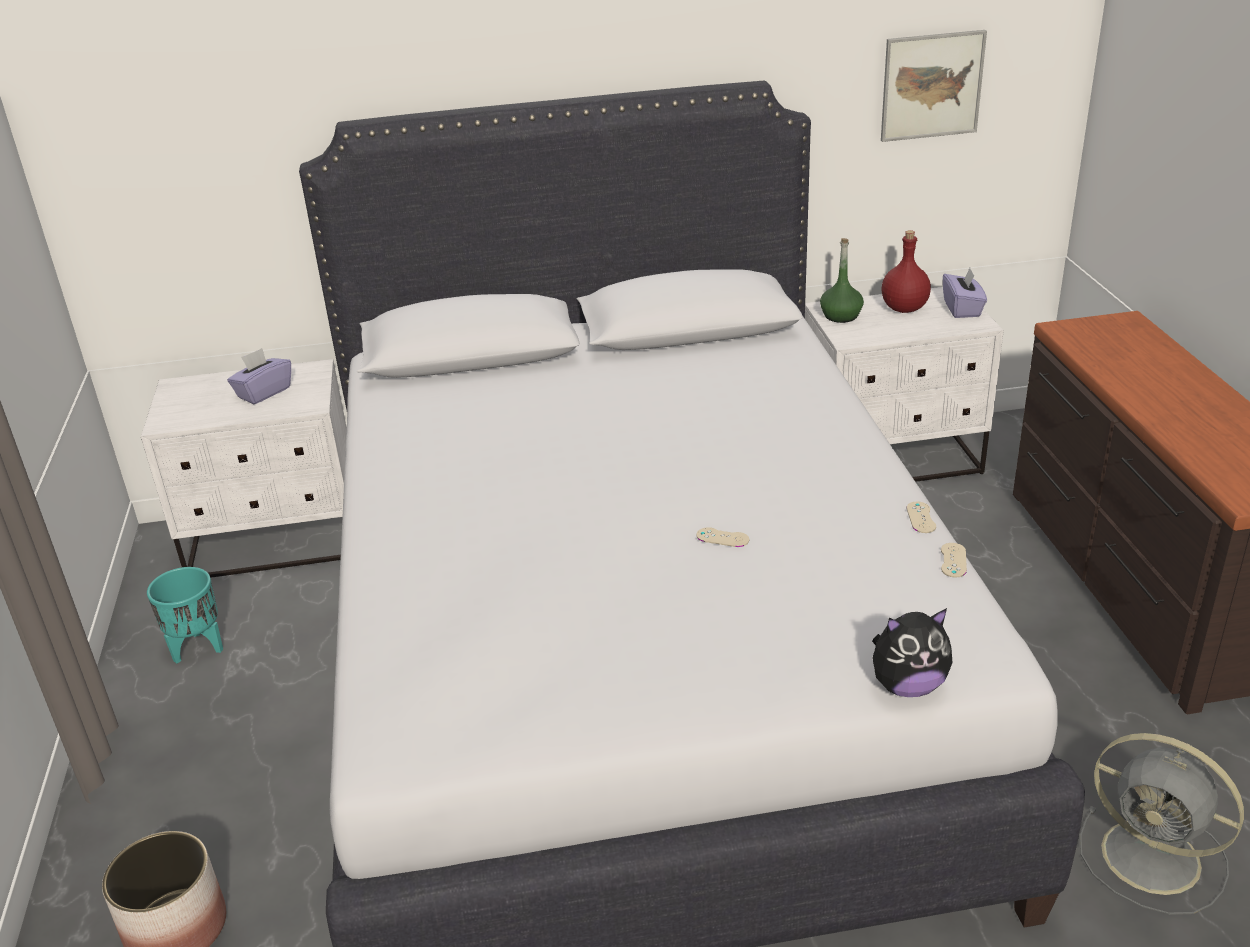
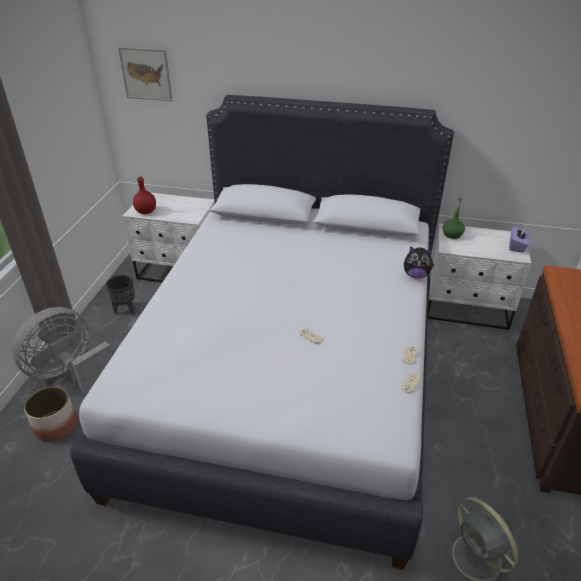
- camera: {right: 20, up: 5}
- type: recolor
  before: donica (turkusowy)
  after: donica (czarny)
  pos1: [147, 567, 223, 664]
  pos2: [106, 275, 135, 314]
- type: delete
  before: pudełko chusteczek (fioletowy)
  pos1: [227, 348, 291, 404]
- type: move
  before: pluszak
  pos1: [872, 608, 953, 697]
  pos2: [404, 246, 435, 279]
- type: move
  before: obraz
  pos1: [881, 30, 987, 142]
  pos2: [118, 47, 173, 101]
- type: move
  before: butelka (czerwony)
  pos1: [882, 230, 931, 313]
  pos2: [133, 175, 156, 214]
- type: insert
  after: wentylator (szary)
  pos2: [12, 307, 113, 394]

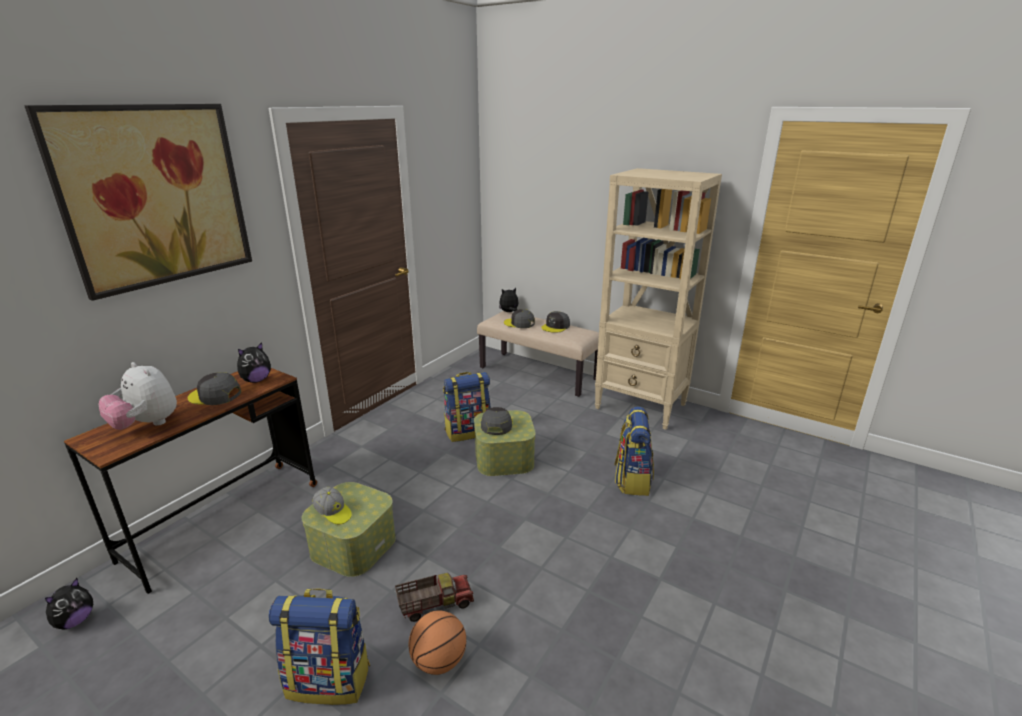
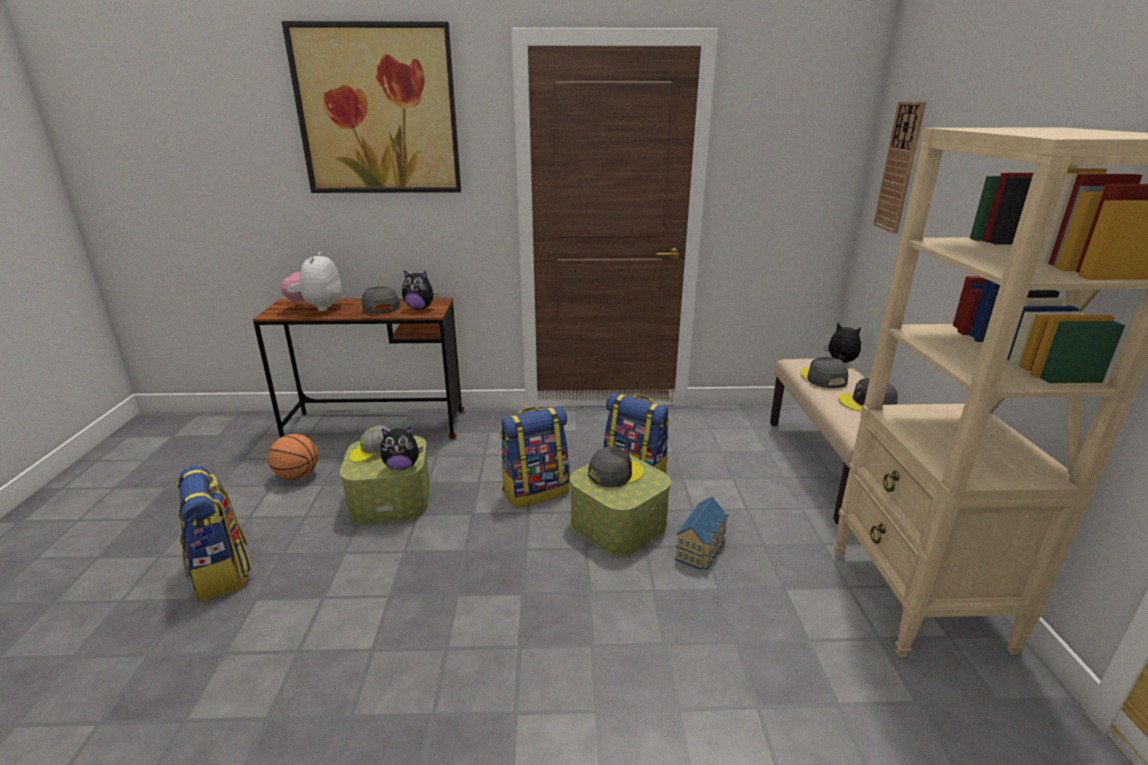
- camera: {right: 55, up: 0}
- type: move
  before: pluszak
  pos1: [45, 578, 93, 630]
  pos2: [380, 426, 423, 470]
- type: rotate
  before: czapka z daszkiem
  pos1: [313, 487, 352, 524]
  pos2: [350, 426, 391, 462]
  turn: 45
- type: delete
  before: ciężarówka zabawkowa
  pos1: [395, 573, 474, 622]
- type: move
  before: piłka do koszykówki
  pos1: [409, 610, 466, 675]
  pos2: [268, 434, 318, 480]
- type: move
  before: plecak
  pos1: [614, 406, 654, 496]
  pos2: [500, 406, 570, 508]
- type: insert
  after: domek
  pos2: [674, 496, 729, 570]
- type: insert
  after: zegar ścienny
  pos2: [873, 101, 926, 234]

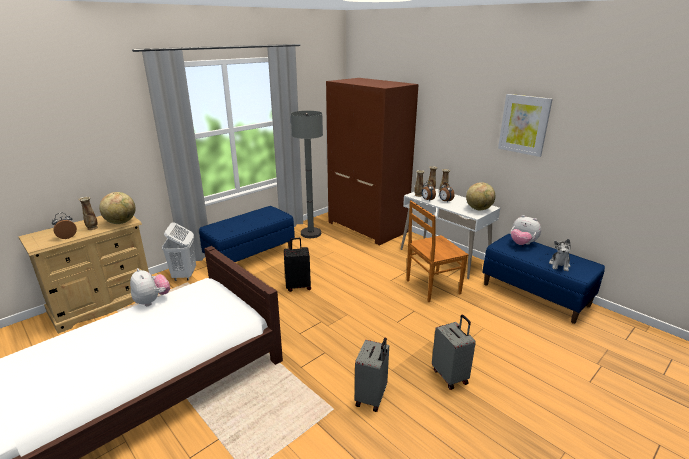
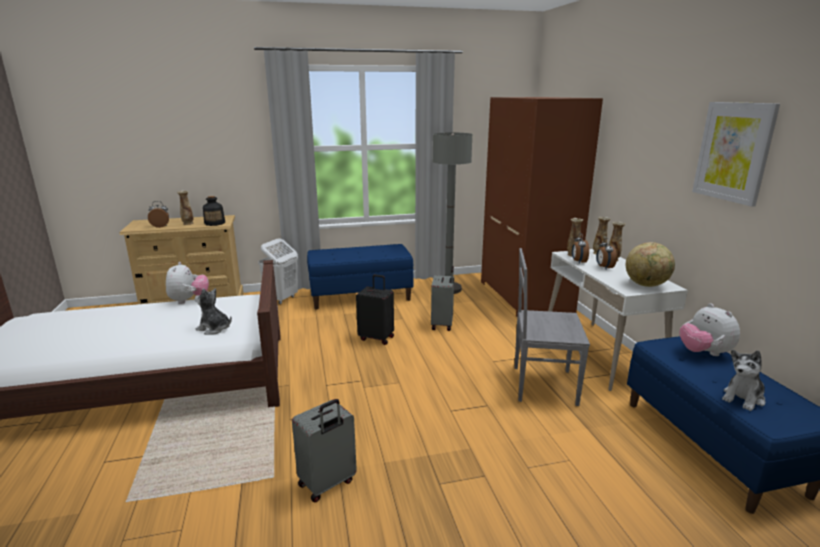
- camera: {right: 30, up: -5}
- type: replace
  before: globus
  after: butelka
  pos1: [99, 192, 136, 224]
  pos2: [203, 196, 225, 226]
- type: recolor
  before: krzesło (brązowy)
  after: krzesło (szary)
  pos1: [407, 200, 468, 302]
  pos2: [514, 248, 590, 406]
- type: move
  before: walizka (szary)
  pos1: [432, 315, 476, 390]
  pos2: [431, 266, 454, 331]
- type: insert
  after: pluszak
  pos2: [195, 288, 232, 335]

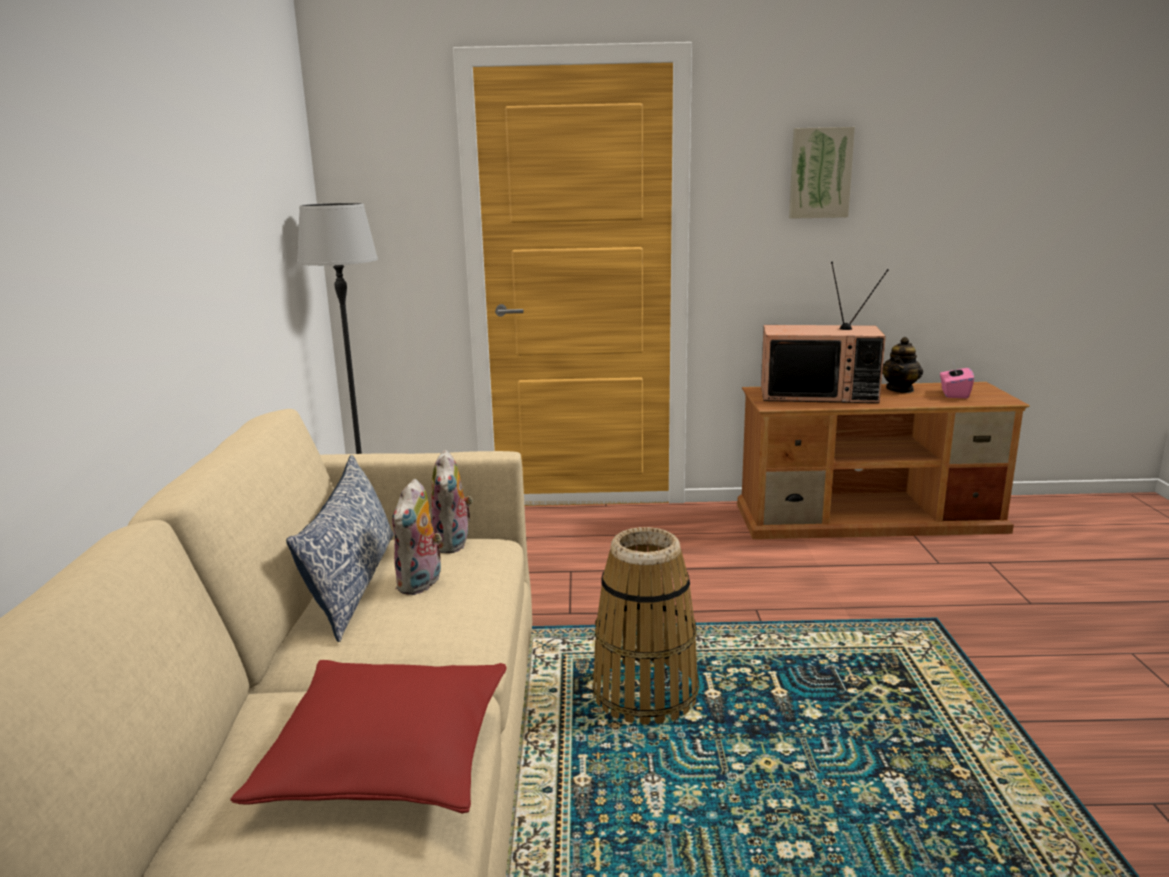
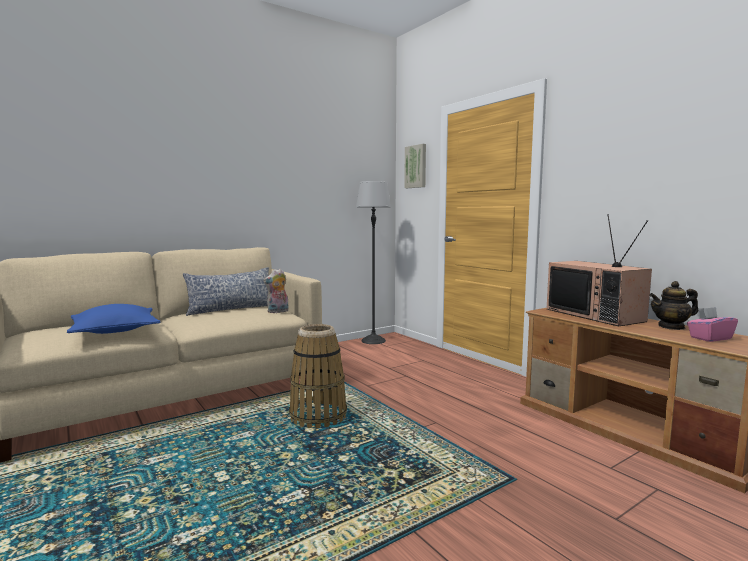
- camera: {right: 55, up: -10}
- type: recolor
  before: poduszka (czerwony)
  after: poduszka (niebieski)
  pos1: [230, 660, 507, 814]
  pos2: [67, 304, 161, 334]
- type: delete
  before: pluszak
  pos1: [392, 479, 442, 595]
- type: move
  before: obraz
  pos1: [789, 127, 855, 219]
  pos2: [404, 144, 426, 188]

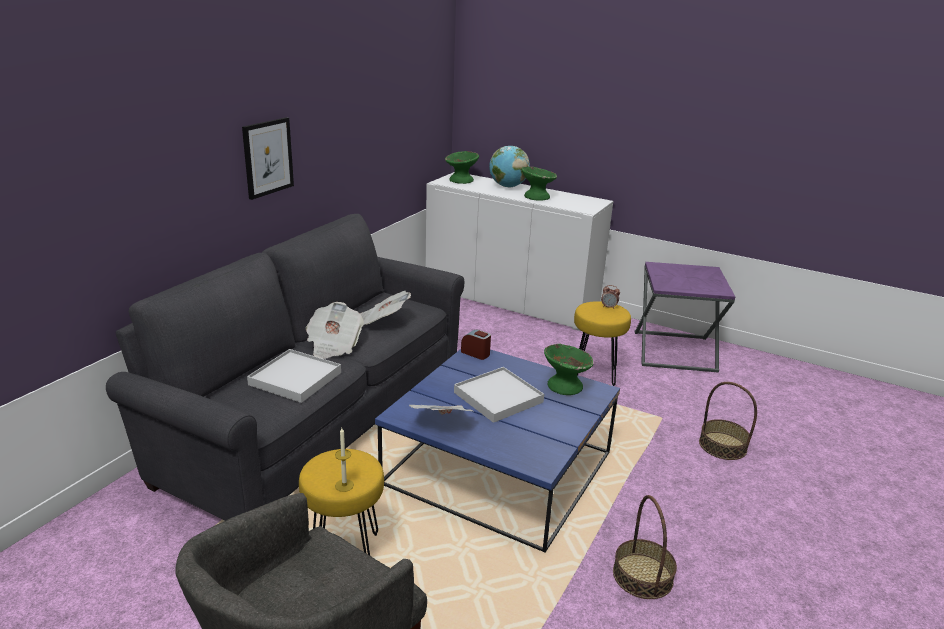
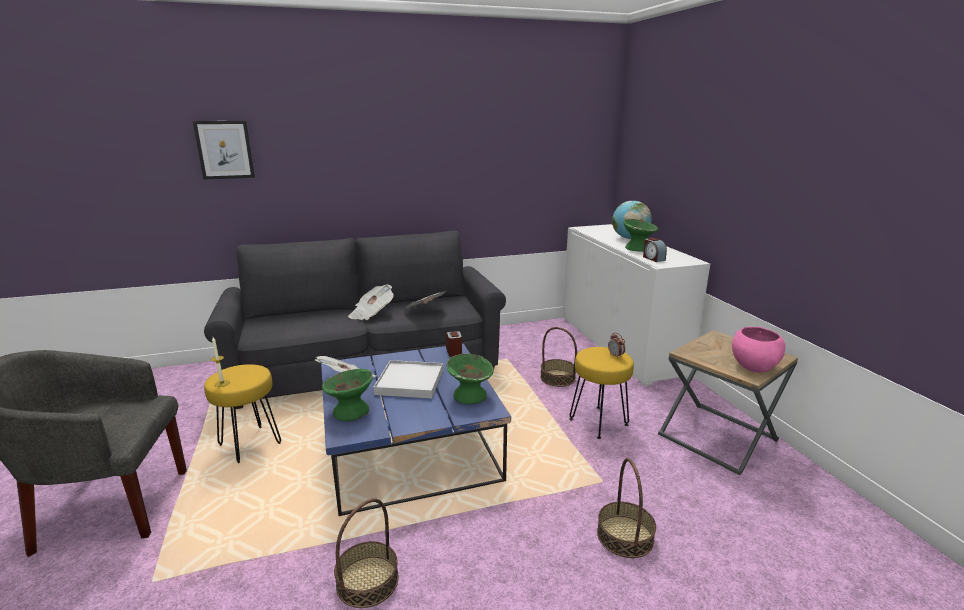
- camera: {right: 45, up: -5}
- type: move
  before: obraz
  pos1: [242, 117, 294, 200]
  pos2: [193, 121, 255, 180]
- type: delete
  before: taca (biały)
  pos1: [247, 349, 341, 403]
- type: move
  before: miska (zielony)
  pos1: [445, 151, 479, 184]
  pos2: [322, 369, 373, 421]
- type: recolor
  before: stolik (fioletowy)
  after: stolik (brązowy)
  pos1: [635, 262, 735, 372]
  pos2: [658, 330, 798, 475]
- type: insert
  after: koszyk
  pos2: [540, 327, 577, 387]
- type: insert
  after: budzik
  pos2: [643, 238, 667, 262]
- type: insert
  after: miska (różowy)
  pos2: [732, 326, 785, 373]

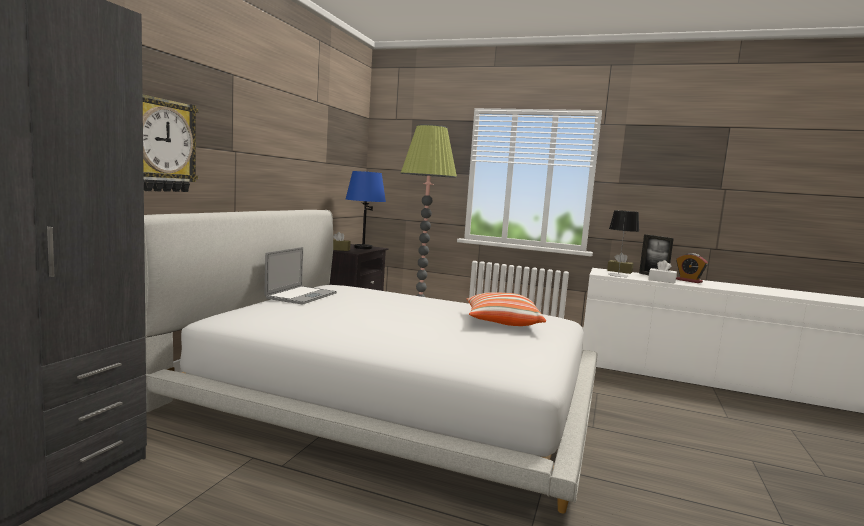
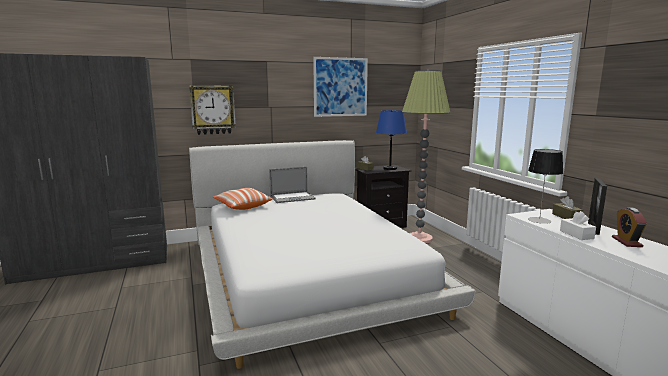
- camera: {right: 50, up: 5}
- type: move
  before: poduszka
  pos1: [466, 292, 546, 326]
  pos2: [213, 188, 273, 210]
- type: insert
  after: obraz
  pos2: [313, 57, 368, 117]

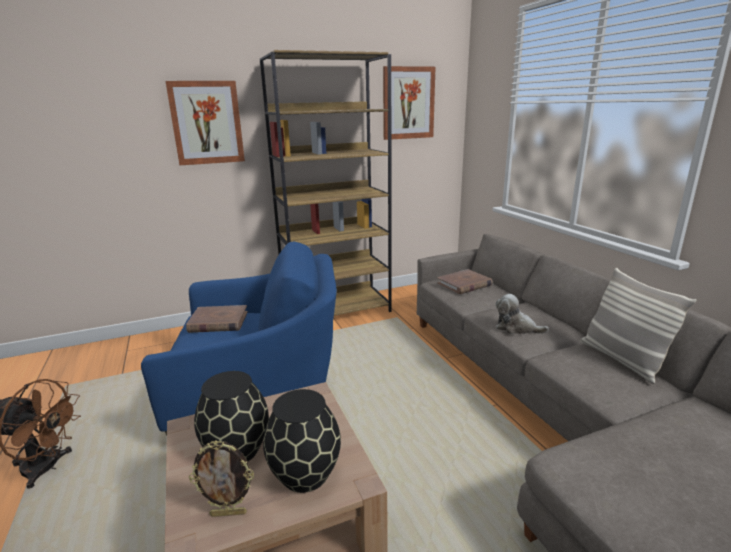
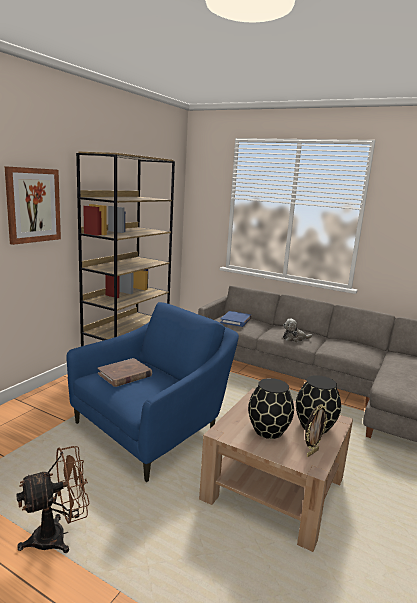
- camera: {right: -40, up: -5}
- type: delete
  before: obraz
  pos1: [383, 66, 436, 140]
- type: recolor
  before: książka (brązowy)
  after: książka (niebieski)
  pos1: [437, 269, 493, 294]
  pos2: [220, 311, 252, 327]
- type: delete
  before: poduszka
  pos1: [580, 268, 696, 384]

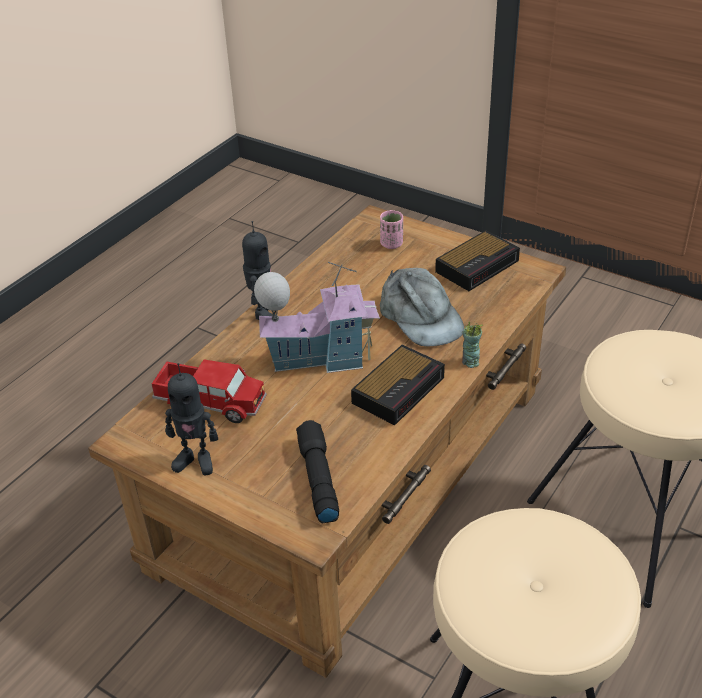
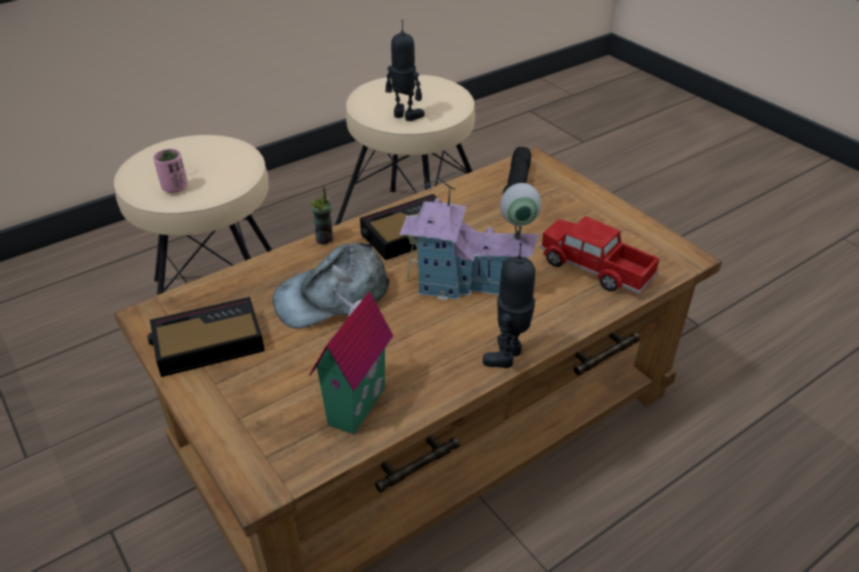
- camera: {right: -160, up: 0}
- type: move
  before: robot zabawkowy
  pos1: [165, 363, 218, 476]
  pos2: [386, 20, 425, 121]
- type: move
  before: filiżanka (różowy)
  pos1: [380, 210, 403, 249]
  pos2: [153, 149, 188, 193]
- type: rotate
  before: czapka z daszkiem (szary)
  pos1: [380, 268, 464, 347]
  pos2: [273, 243, 389, 329]
  turn: -105
- type: insert
  after: domek
  pos2: [309, 263, 393, 435]

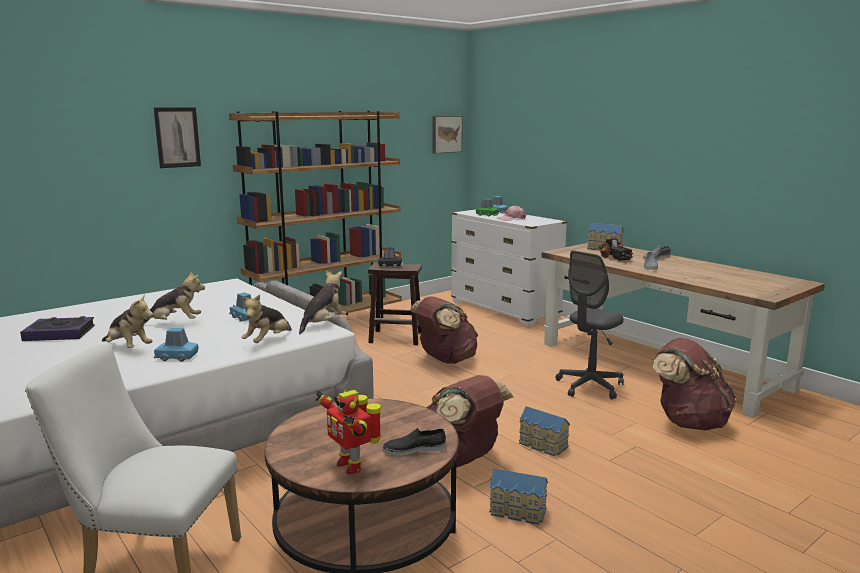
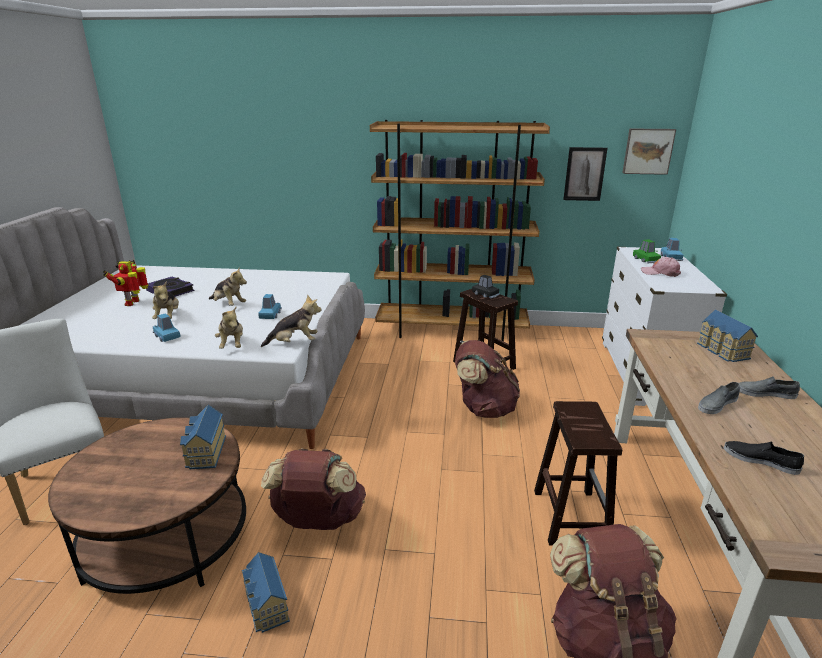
- camera: {right: 45, up: 10}
- type: move
  before: obraz
  pos1: [153, 107, 201, 168]
  pos2: [563, 147, 608, 201]
- type: rotate
  before: pluszak
  pos1: [242, 294, 292, 343]
  pos2: [215, 307, 243, 349]
  turn: -90
- type: move
  before: robot zabawkowy
  pos1: [316, 390, 381, 474]
  pos2: [103, 260, 148, 306]
- type: move
  before: but (czarny)
  pos1: [383, 428, 446, 456]
  pos2: [724, 441, 804, 475]
- type: move
  before: domek
  pos1: [519, 406, 570, 456]
  pos2: [180, 405, 226, 469]
- type: replace
  before: krzesło biurowe (szary)
  after: stołek (brązowy)
  pos1: [556, 250, 624, 399]
  pos2: [534, 401, 622, 546]
- type: delete
  before: ciężarówka zabawkowa
  pos1: [598, 239, 633, 261]

